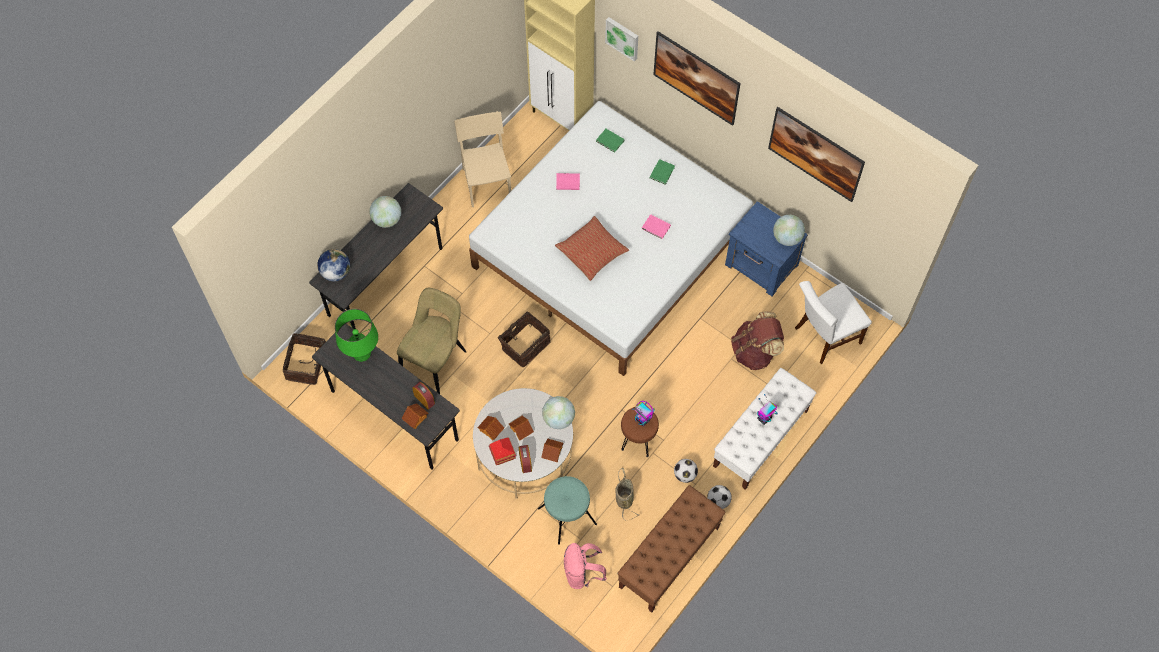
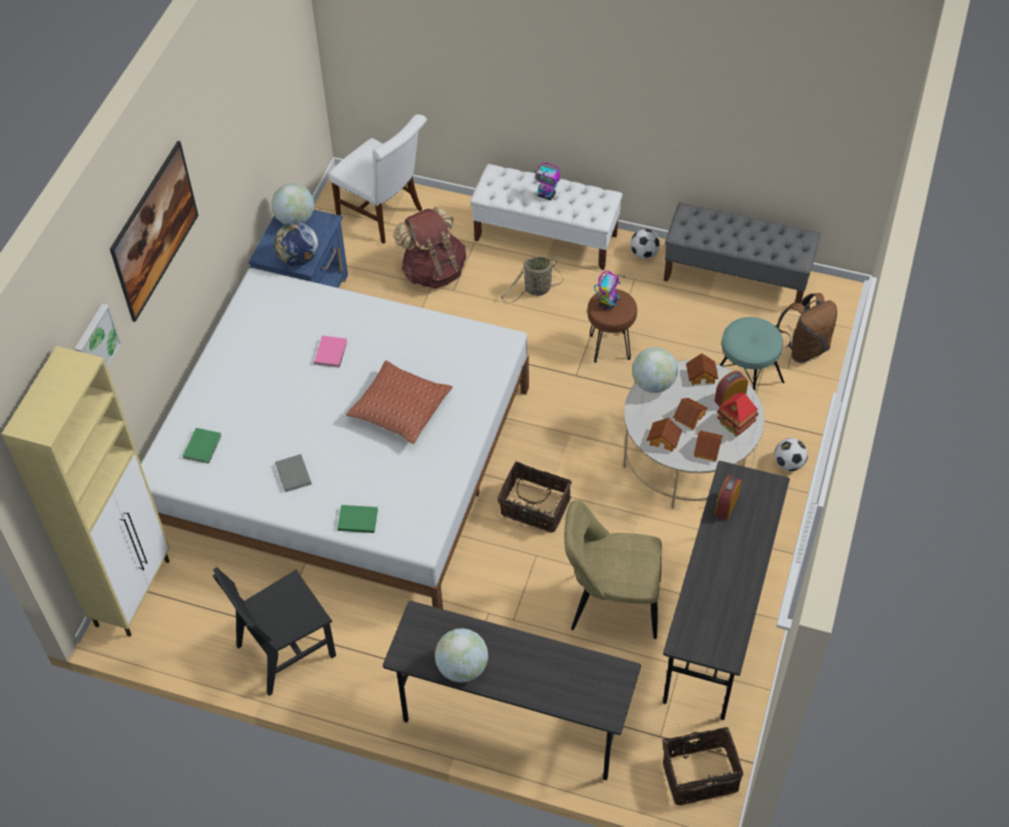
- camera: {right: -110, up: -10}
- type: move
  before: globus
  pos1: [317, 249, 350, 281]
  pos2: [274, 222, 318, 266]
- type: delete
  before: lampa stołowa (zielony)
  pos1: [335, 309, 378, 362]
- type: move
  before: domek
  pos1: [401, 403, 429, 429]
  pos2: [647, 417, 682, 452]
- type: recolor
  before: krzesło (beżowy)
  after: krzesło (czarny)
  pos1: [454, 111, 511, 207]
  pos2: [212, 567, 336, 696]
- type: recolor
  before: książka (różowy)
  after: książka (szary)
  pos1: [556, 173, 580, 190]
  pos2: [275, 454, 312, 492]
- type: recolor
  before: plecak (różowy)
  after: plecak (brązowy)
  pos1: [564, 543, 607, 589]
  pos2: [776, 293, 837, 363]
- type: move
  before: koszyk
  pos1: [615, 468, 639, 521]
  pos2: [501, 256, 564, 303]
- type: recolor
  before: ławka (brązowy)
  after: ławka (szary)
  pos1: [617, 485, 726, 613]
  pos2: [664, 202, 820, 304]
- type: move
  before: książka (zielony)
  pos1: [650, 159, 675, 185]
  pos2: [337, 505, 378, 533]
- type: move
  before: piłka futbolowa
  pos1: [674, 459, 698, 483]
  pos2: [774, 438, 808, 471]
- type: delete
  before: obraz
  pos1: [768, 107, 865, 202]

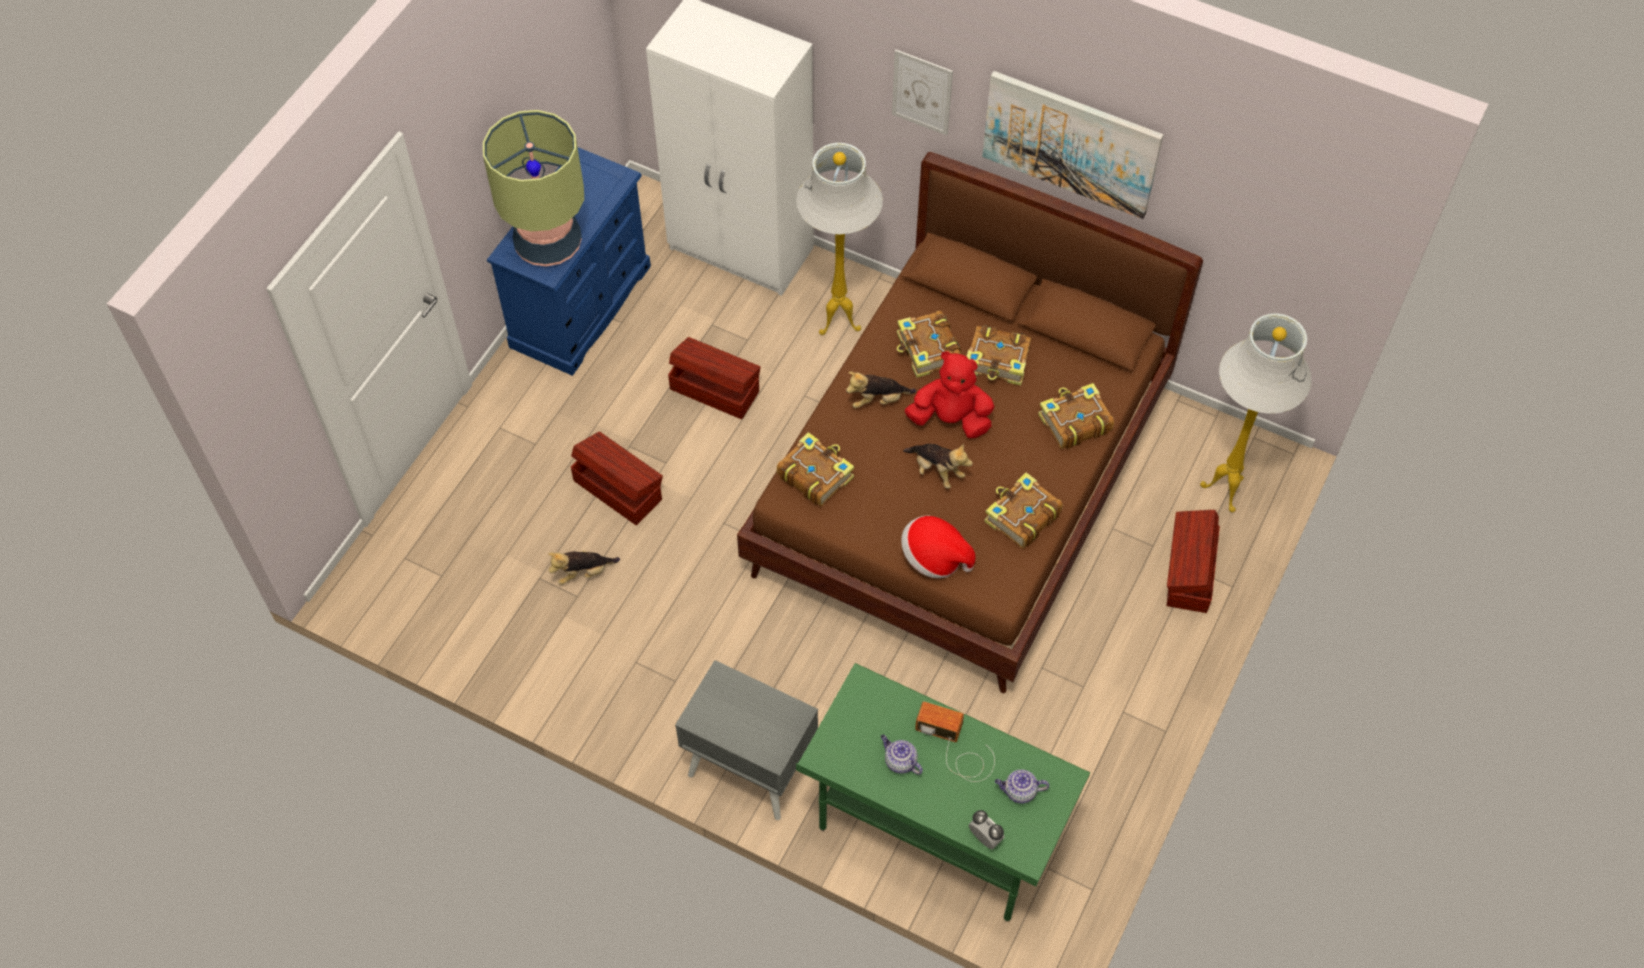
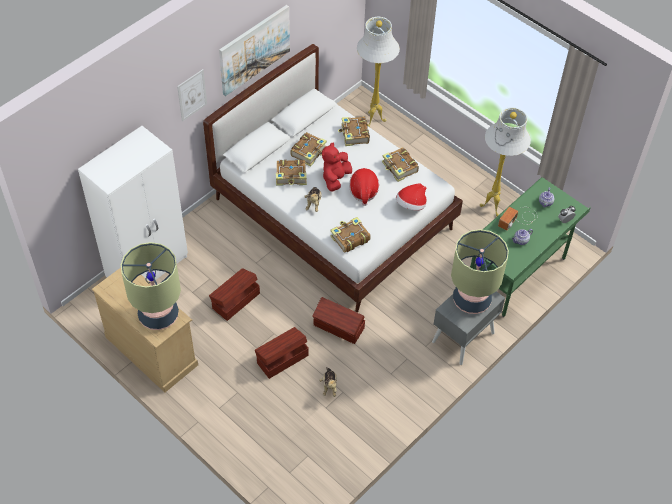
- camera: {right: -75, up: -5}
- type: recolor
  before: komoda (niebieski)
  after: komoda (beżowy)
  pos1: [487, 147, 651, 376]
  pos2: [92, 268, 198, 392]
- type: recolor
  before: łóżko (brązowy)
  after: łóżko (biały)
  pos1: [737, 152, 1203, 693]
  pos2: [203, 44, 463, 312]
- type: move
  before: lampa stojąca (biały)
  pos1: [796, 143, 883, 335]
  pos2: [480, 107, 531, 216]
- type: replace
  before: pluszak
  after: kapelusz
  pos1: [903, 443, 973, 489]
  pos2: [349, 168, 379, 206]
- type: move
  before: pojemnik do przechowywania (brązowy)
  pos1: [1167, 510, 1220, 613]
  pos2: [312, 297, 365, 344]
- type: insert
  after: lampa stołowa
  pos2: [451, 229, 509, 314]

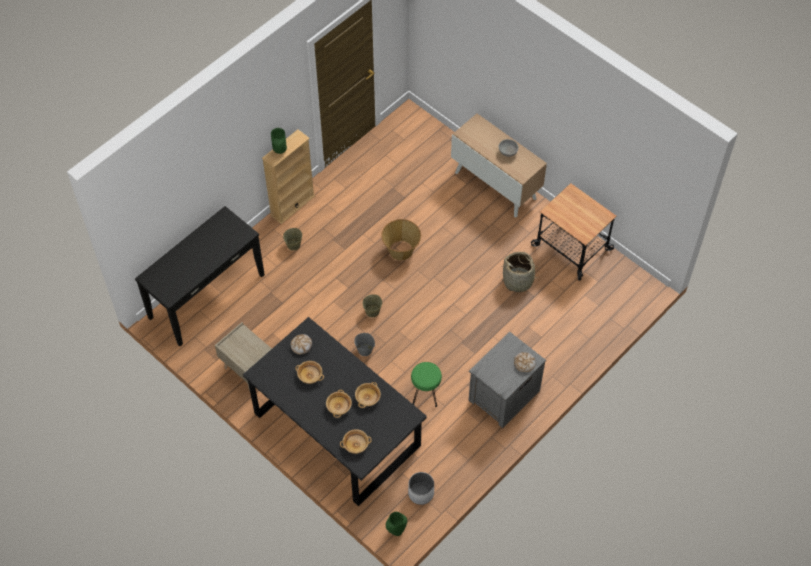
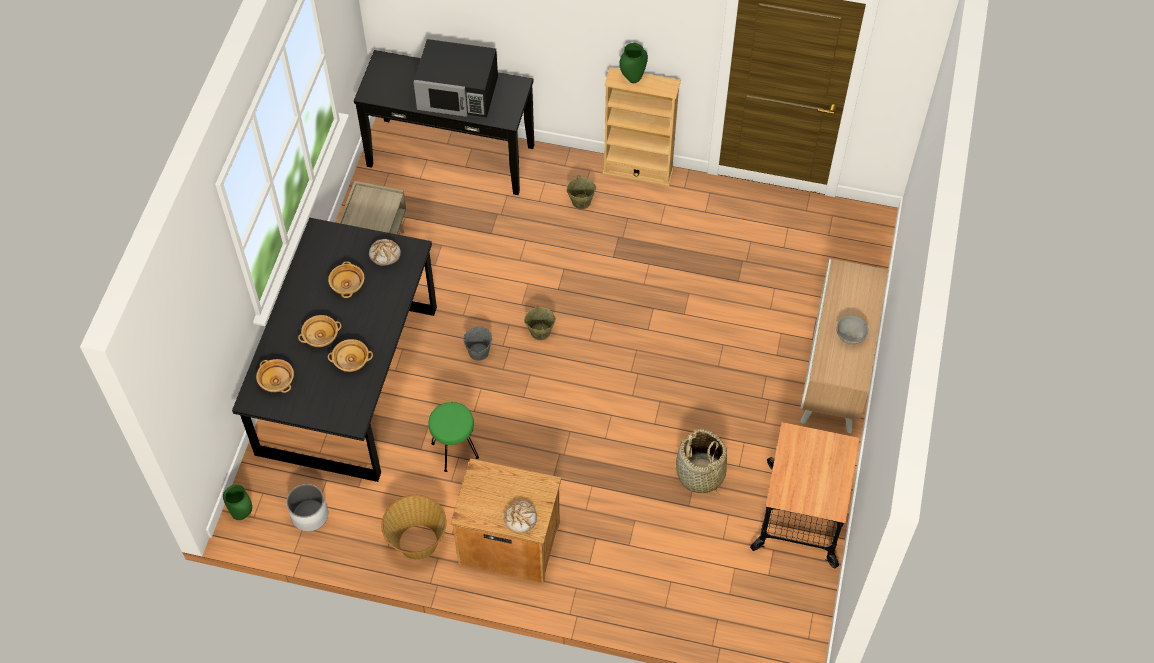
- camera: {right: 60, up: 0}
- type: move
  before: koszyk
  pos1: [381, 219, 421, 261]
  pos2: [381, 495, 447, 560]
- type: recolor
  before: szafka nocna (szary)
  after: szafka nocna (brązowy)
  pos1: [469, 332, 546, 428]
  pos2: [450, 459, 561, 583]
- type: insert
  after: mikrofalówka (czarny)
  pos2: [414, 39, 498, 117]

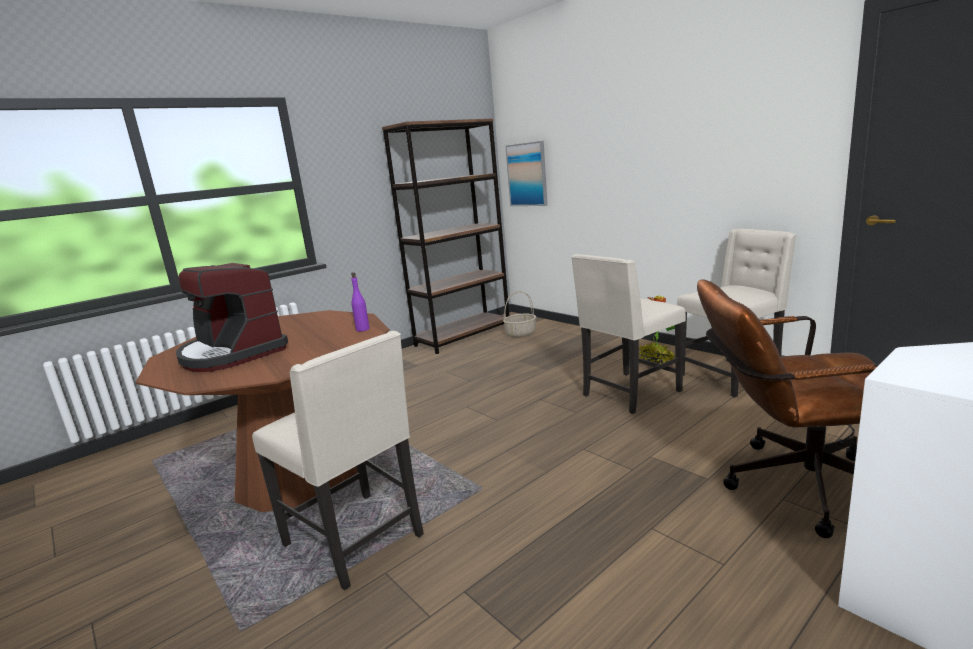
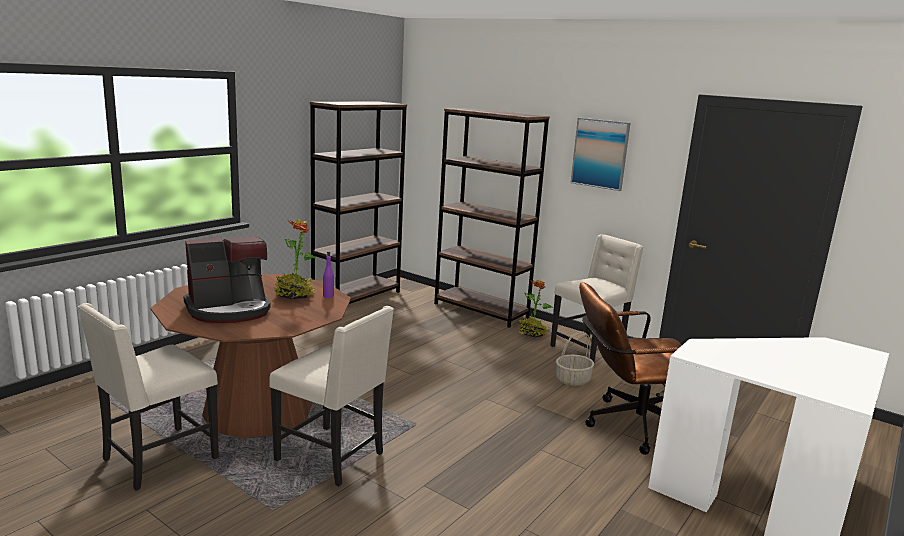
- camera: {right: -15, up: 0}
- type: rotate
  before: ekspres do kawy
  pos1: [176, 263, 288, 372]
  pos2: [183, 237, 270, 323]
  turn: -60
- type: move
  before: koszyk
  pos1: [503, 291, 536, 337]
  pos2: [556, 331, 594, 386]
- type: move
  before: obraz
  pos1: [505, 141, 548, 206]
  pos2: [570, 118, 630, 191]
- type: move
  before: krzesło (beżowy)
  pos1: [571, 254, 686, 414]
  pos2: [78, 303, 219, 491]
- type: insert
  after: roślina doniczkowa
  pos2: [273, 220, 316, 299]
- type: insert
  after: regał (brązowy)
  pos2: [434, 108, 550, 328]

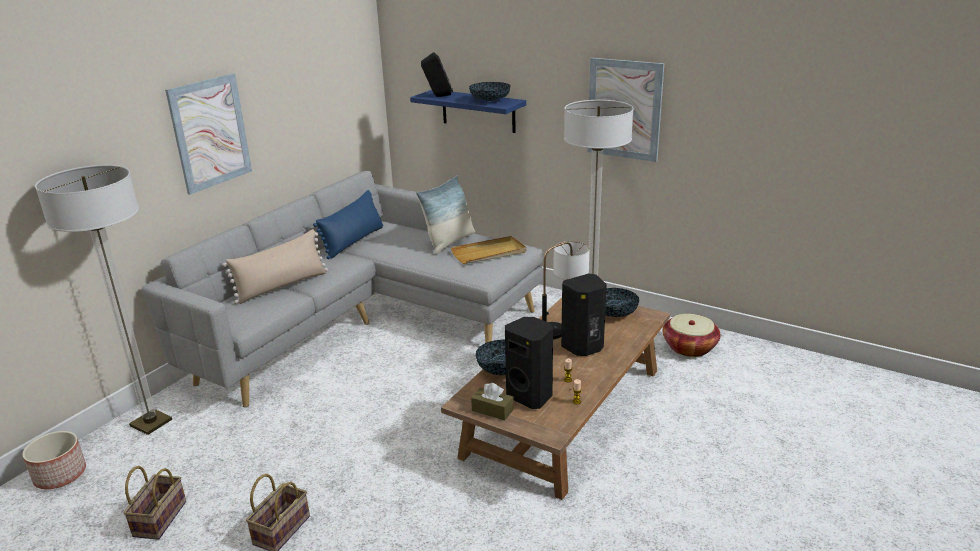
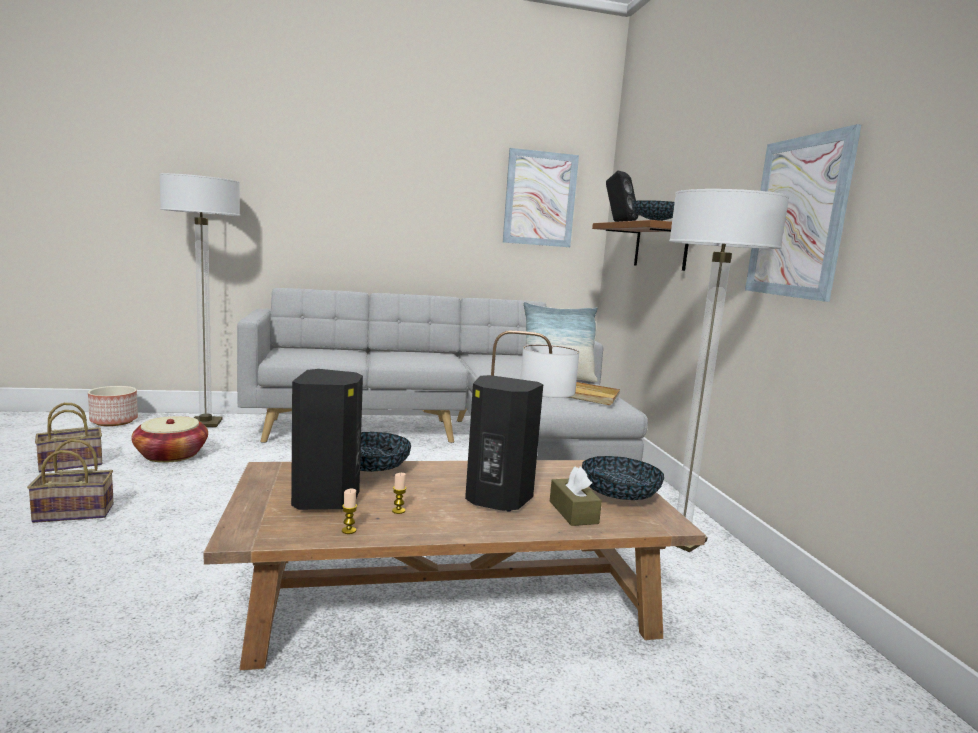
- camera: {right: 45, up: -15}
- type: move
  before: obraz
  pos1: [165, 73, 252, 195]
  pos2: [503, 148, 579, 247]
- type: delete
  before: poduszka (beżowy)
  pos1: [223, 229, 328, 304]
- type: delete
  before: poduszka (niebieski)
  pos1: [313, 190, 383, 259]
- type: recolor
  before: półka (niebieski)
  after: półka (brązowy)
  pos1: [410, 90, 526, 133]
  pos2: [592, 220, 689, 271]
- type: move
  before: pudełko chusteczek (brązowy)
  pos1: [471, 383, 514, 420]
  pos2: [550, 467, 602, 526]
- type: move
  before: koszyk
  pos1: [663, 314, 720, 357]
  pos2: [131, 416, 208, 463]

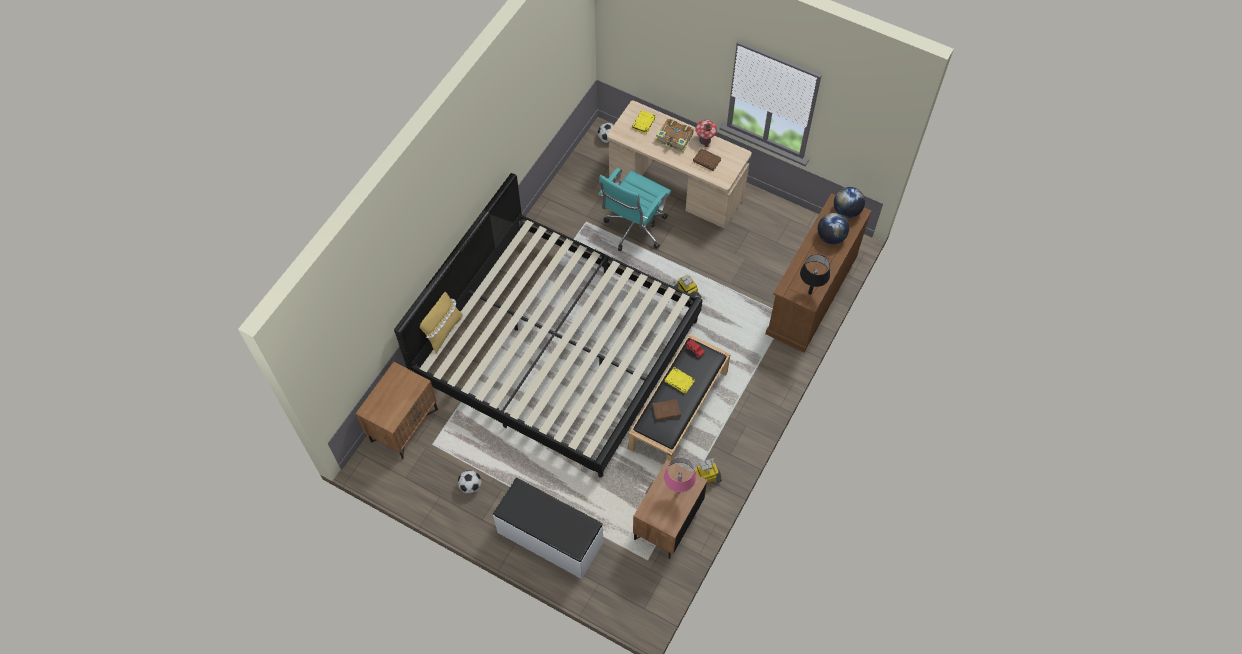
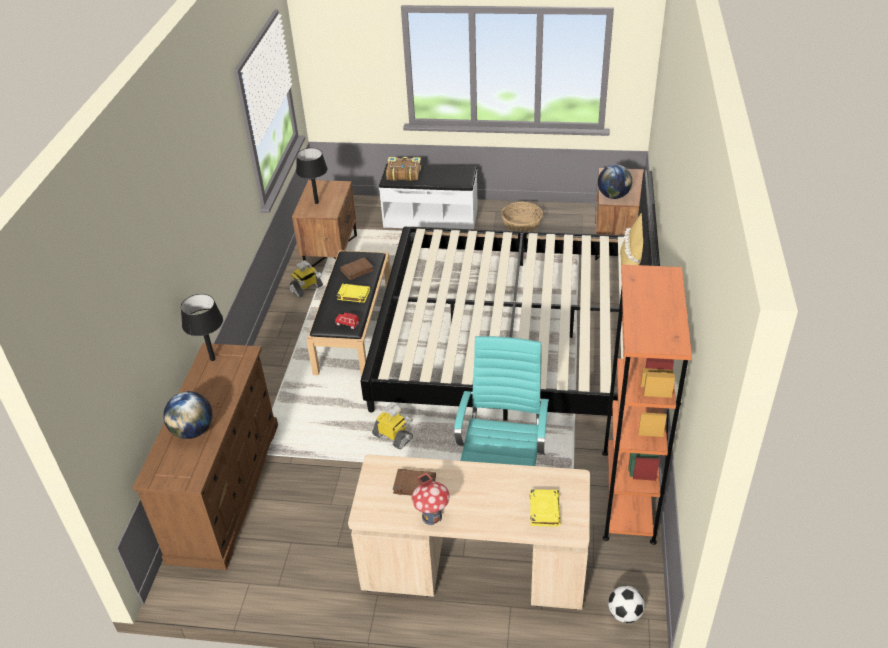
- camera: {right: 160, up: -20}
- type: replace
  before: piłka futbolowa
  after: koszyk
  pos1: [458, 470, 482, 494]
  pos2: [501, 202, 543, 232]
- type: move
  before: książka
  pos1: [656, 119, 693, 152]
  pos2: [386, 157, 421, 181]
- type: recolor
  before: lampa stołowa (różowy)
  after: lampa stołowa (czarny)
  pos1: [664, 458, 696, 494]
  pos2: [296, 148, 328, 204]
- type: move
  before: globus
  pos1: [834, 187, 865, 218]
  pos2: [598, 164, 632, 199]
- type: insert
  after: regał (pomarańczowy)
  pos2: [602, 265, 692, 545]

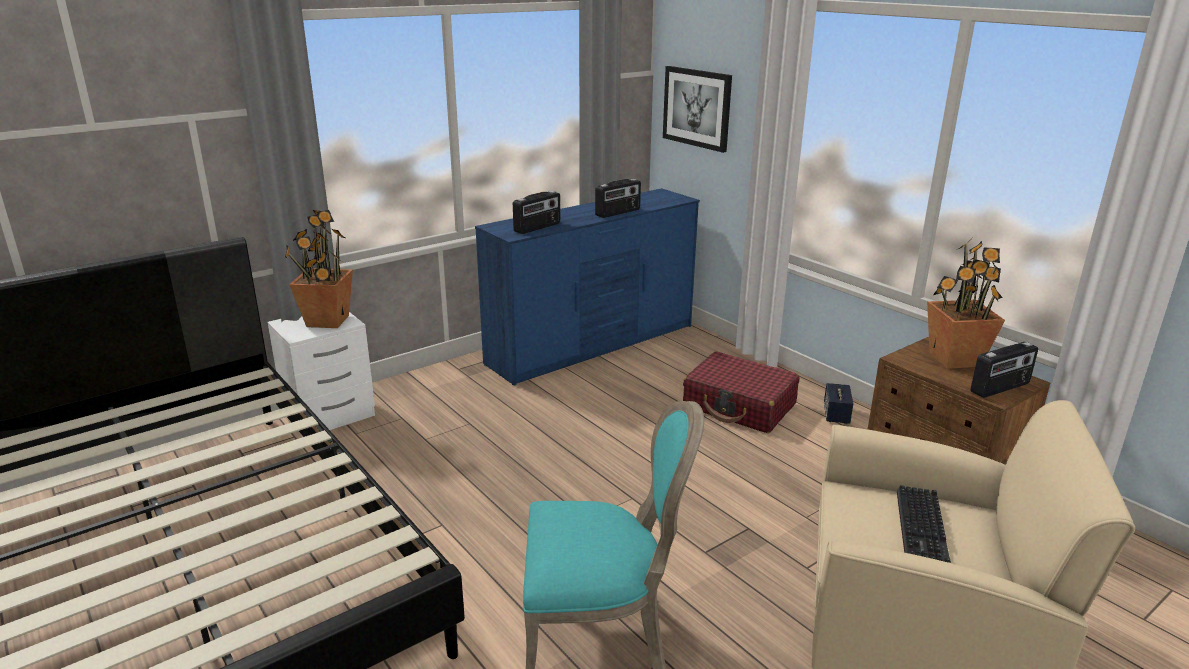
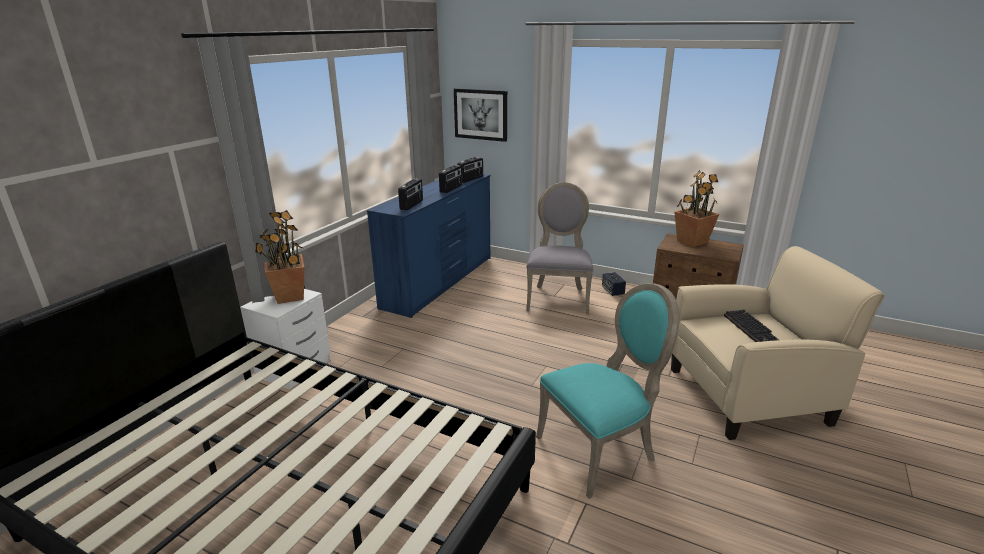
- camera: {right: -25, up: 0}
- type: replace
  before: walizka (czerwony)
  after: krzesło (szary)
  pos1: [683, 351, 800, 433]
  pos2: [526, 182, 594, 315]
- type: move
  before: radio
  pos1: [970, 342, 1038, 398]
  pos2: [457, 157, 483, 183]

